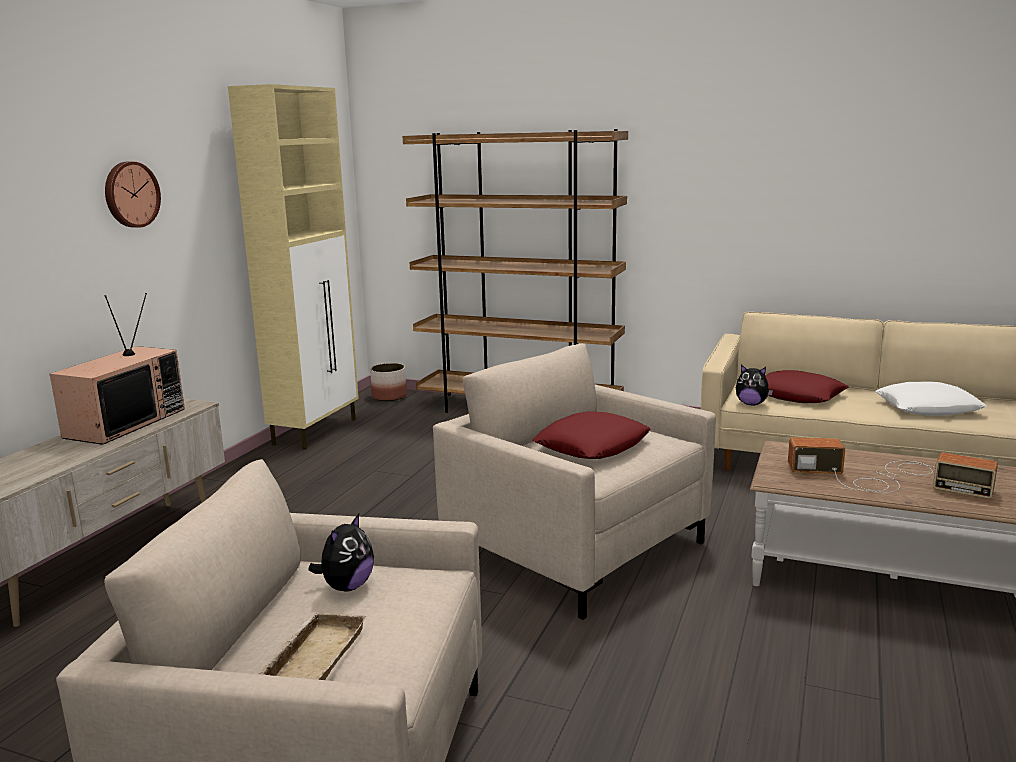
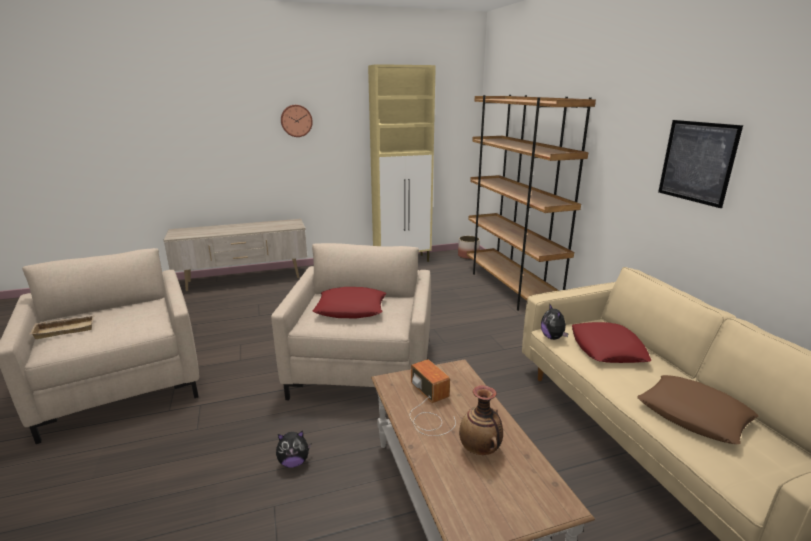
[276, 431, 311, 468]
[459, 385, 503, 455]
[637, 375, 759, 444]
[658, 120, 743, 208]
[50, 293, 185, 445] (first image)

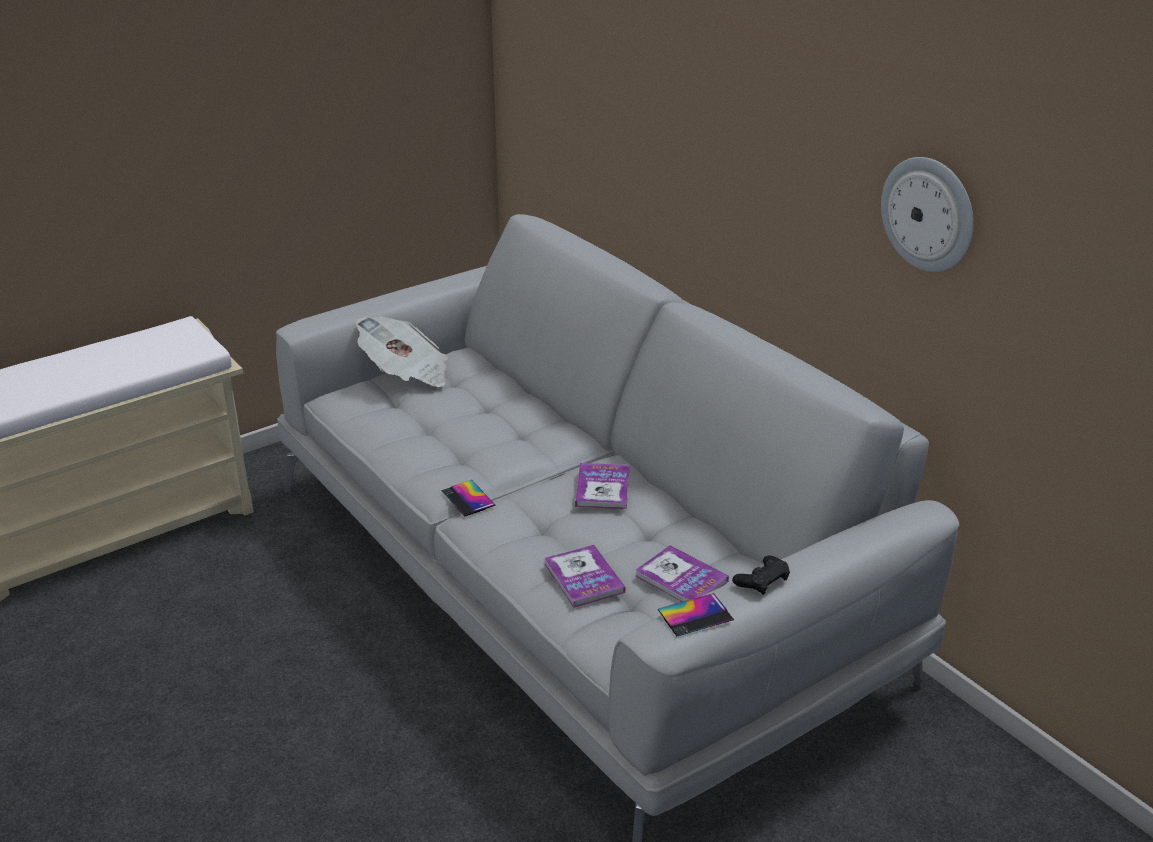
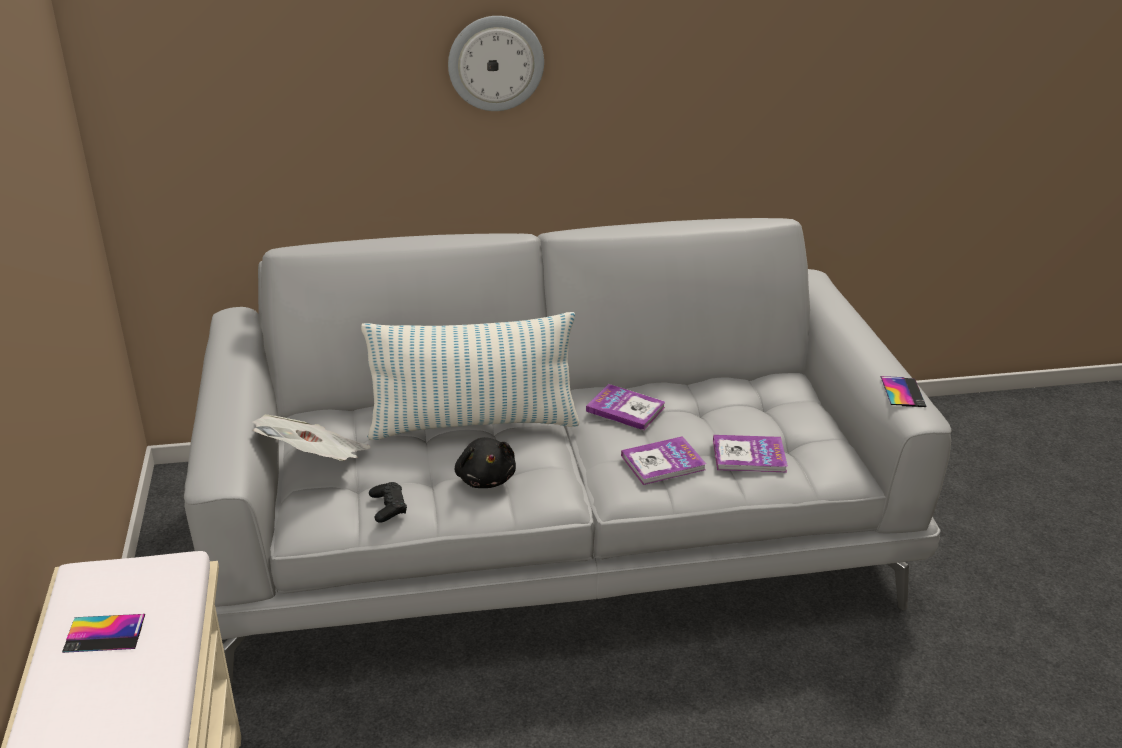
[62, 614, 145, 653]
[361, 312, 580, 440]
[369, 482, 407, 523]
[448, 16, 544, 111]
[455, 437, 516, 488]
[621, 436, 706, 485]

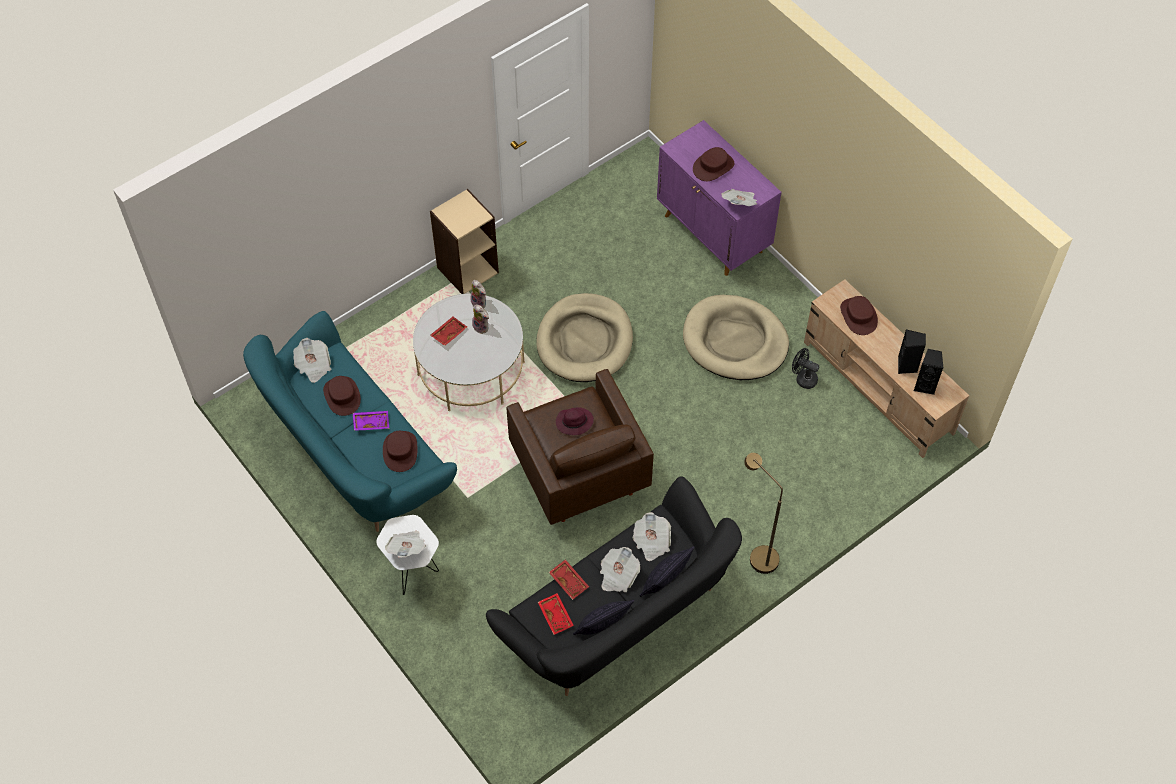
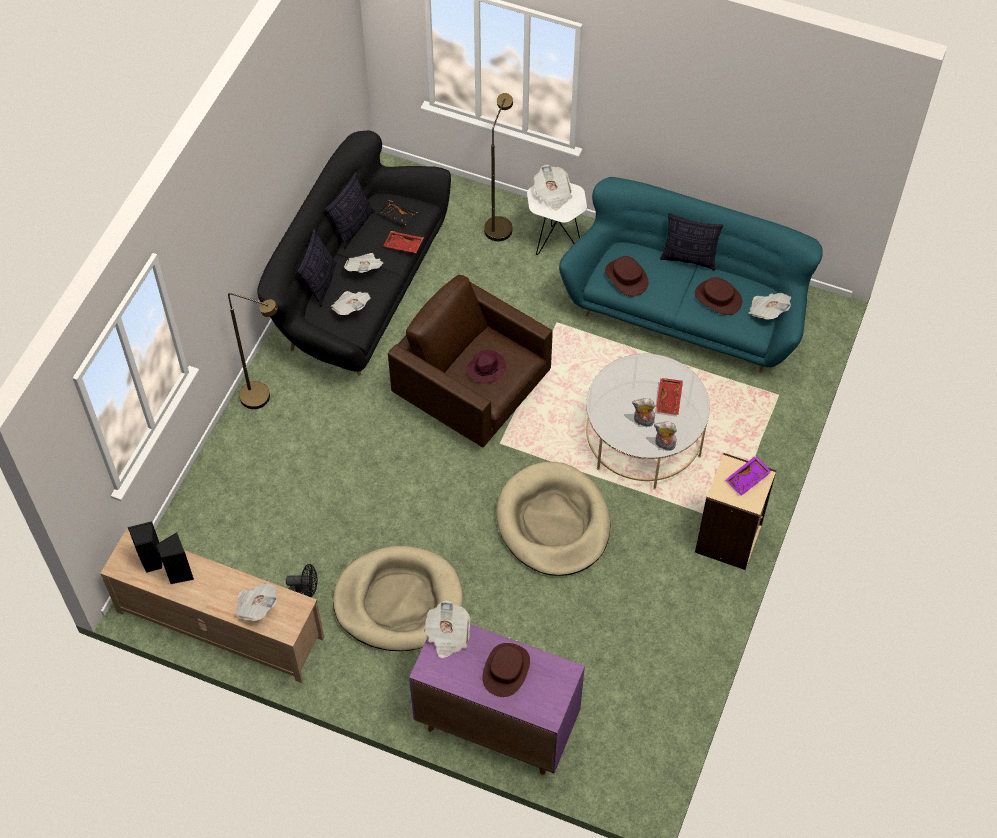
[235, 583, 277, 621]
[377, 200, 417, 226]
[484, 93, 513, 241]
[660, 213, 723, 271]
[725, 456, 772, 496]

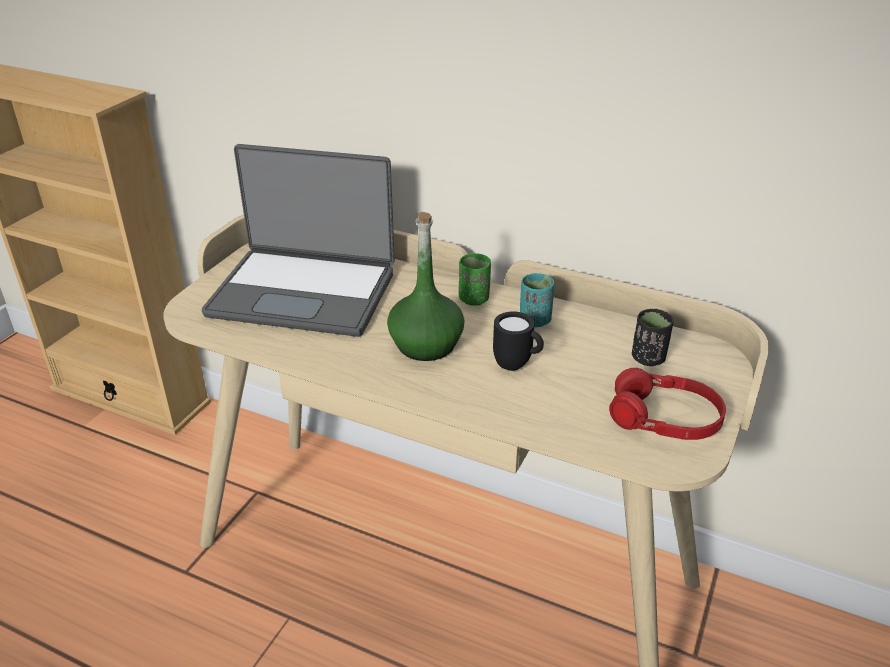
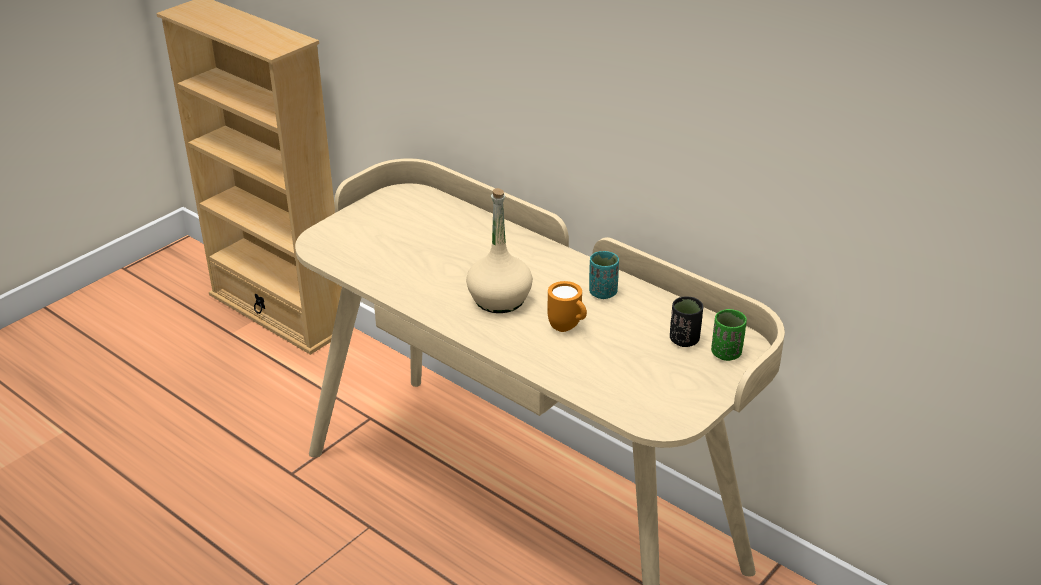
[466, 188, 533, 313]
[548, 281, 587, 332]
[711, 309, 747, 361]
[202, 144, 395, 337] (first image)
[609, 368, 726, 440] (first image)

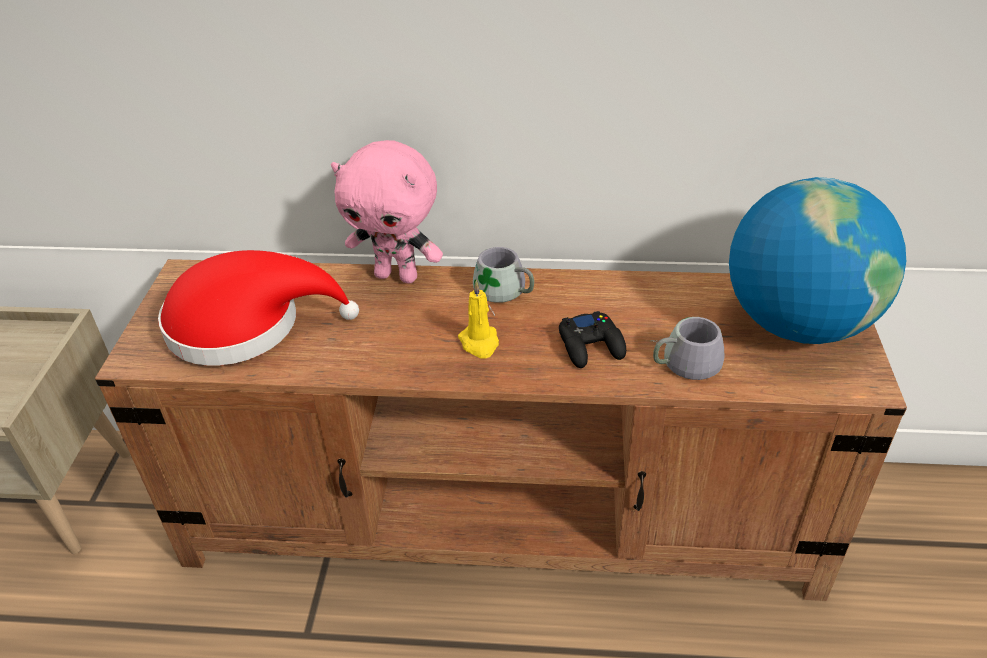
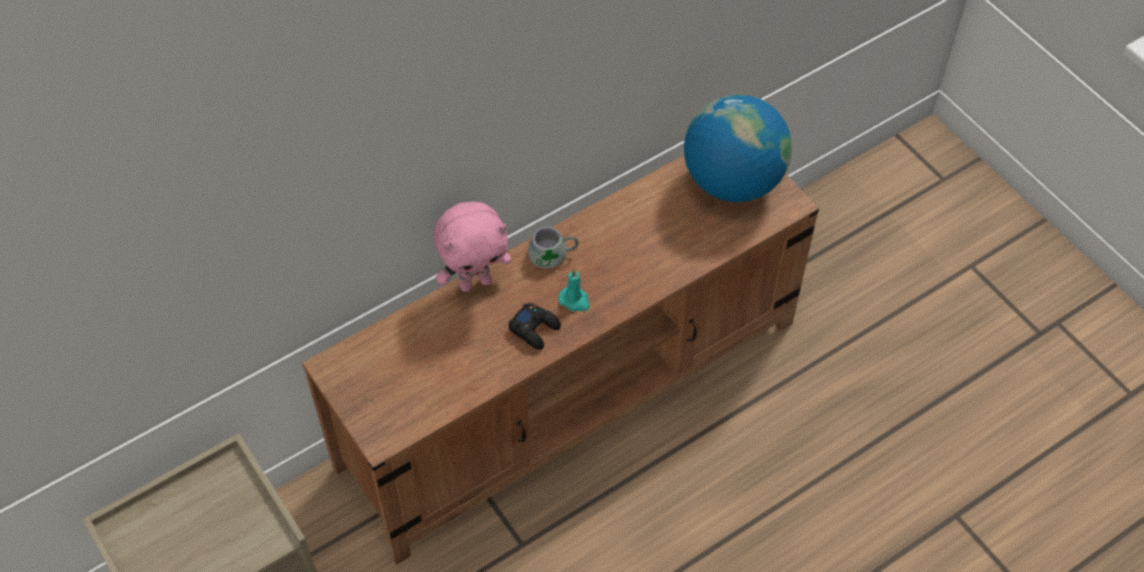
[508, 303, 561, 350]
[559, 269, 590, 311]
[158, 250, 359, 366] (first image)
[651, 317, 725, 380] (first image)

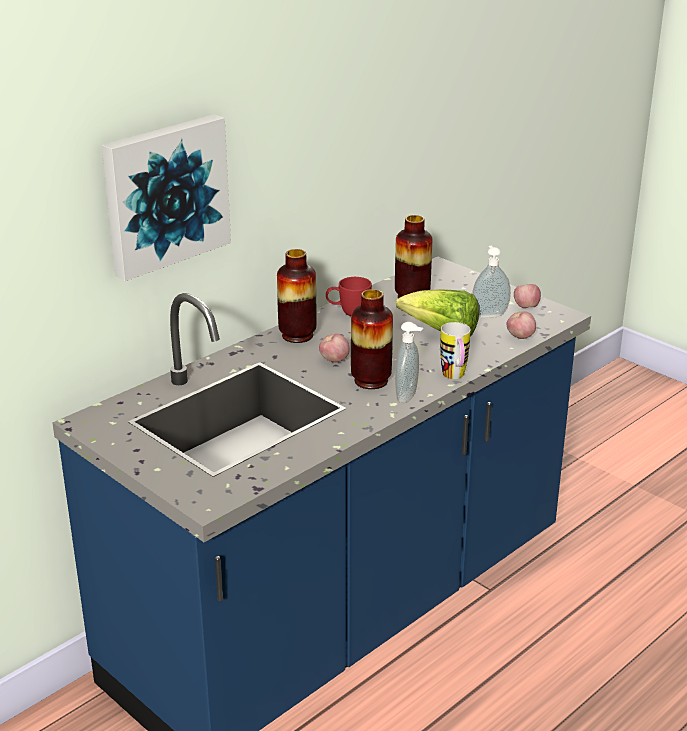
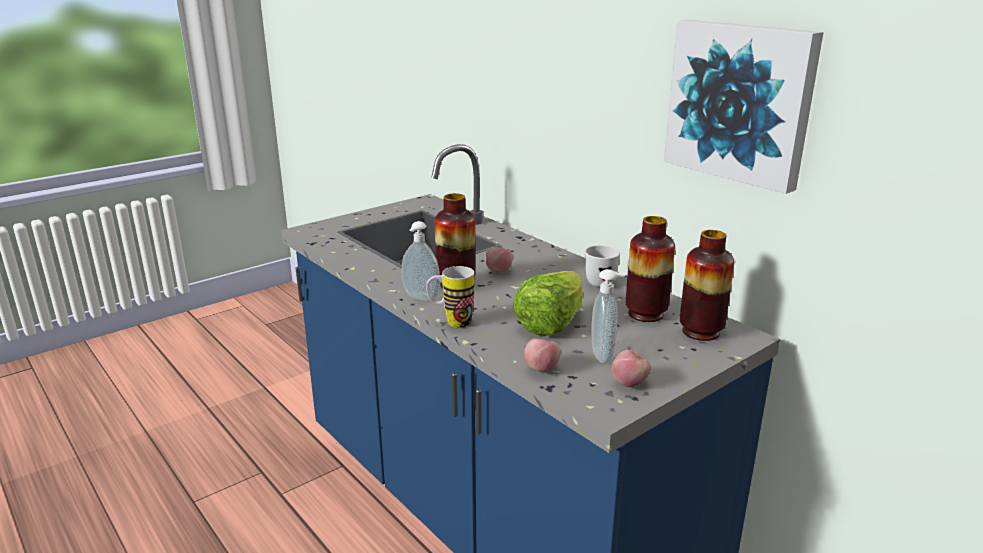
[585, 245, 620, 287]
[664, 20, 824, 194]
[680, 230, 734, 341]

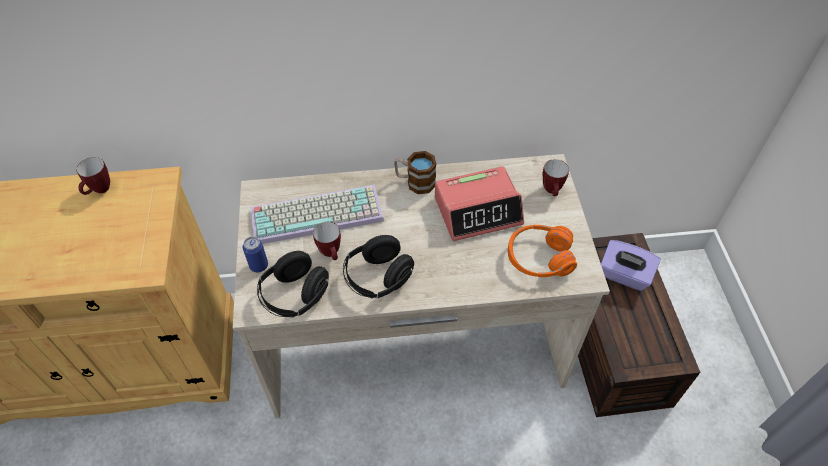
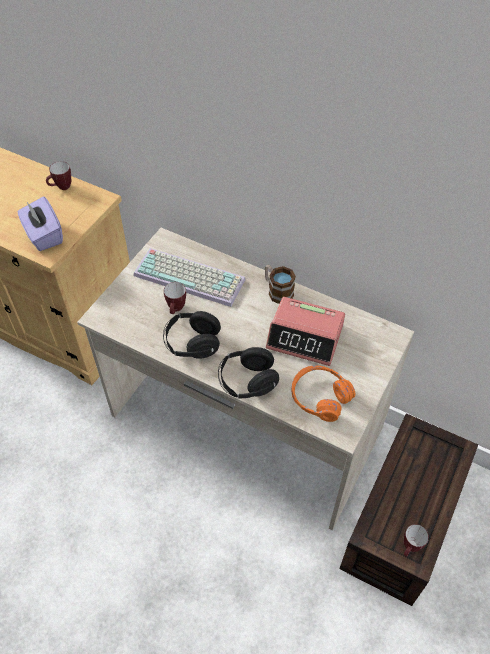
[18, 197, 63, 251]
[218, 347, 279, 398]
[404, 524, 429, 557]
[243, 236, 268, 272] (first image)

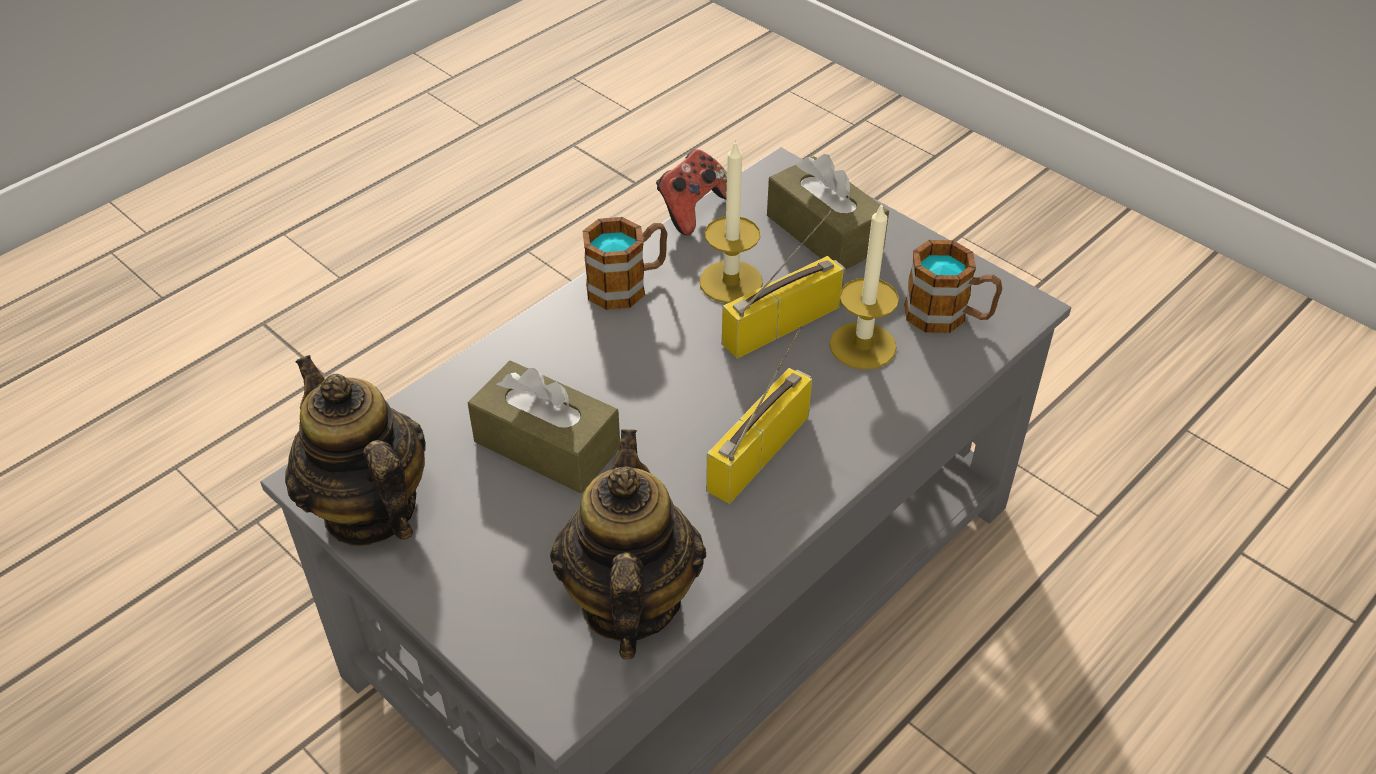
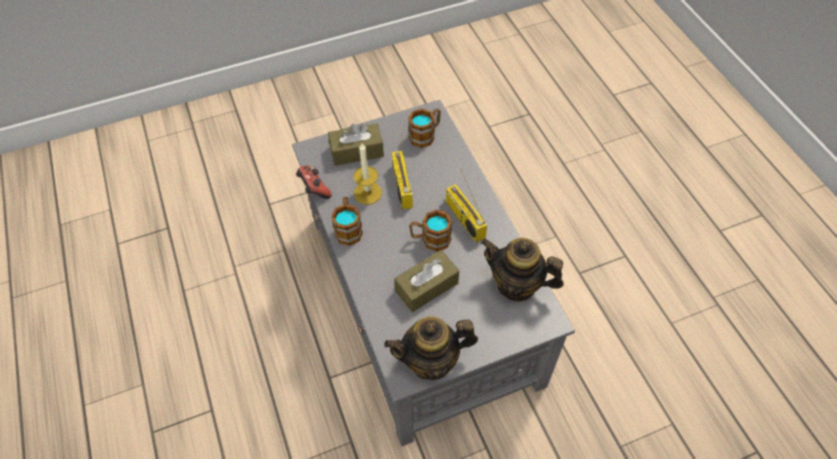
[409, 209, 452, 252]
[829, 203, 899, 370] (first image)

